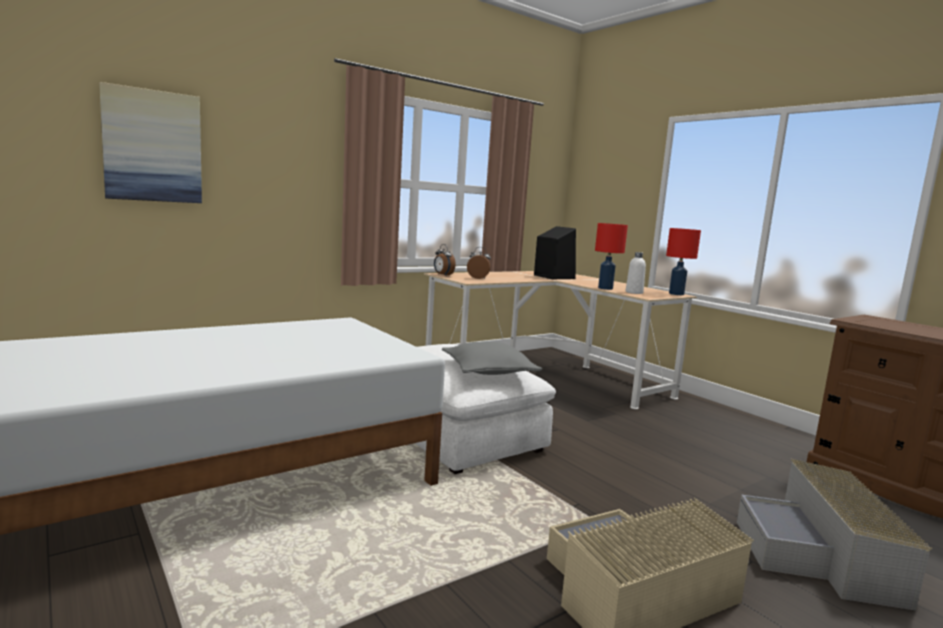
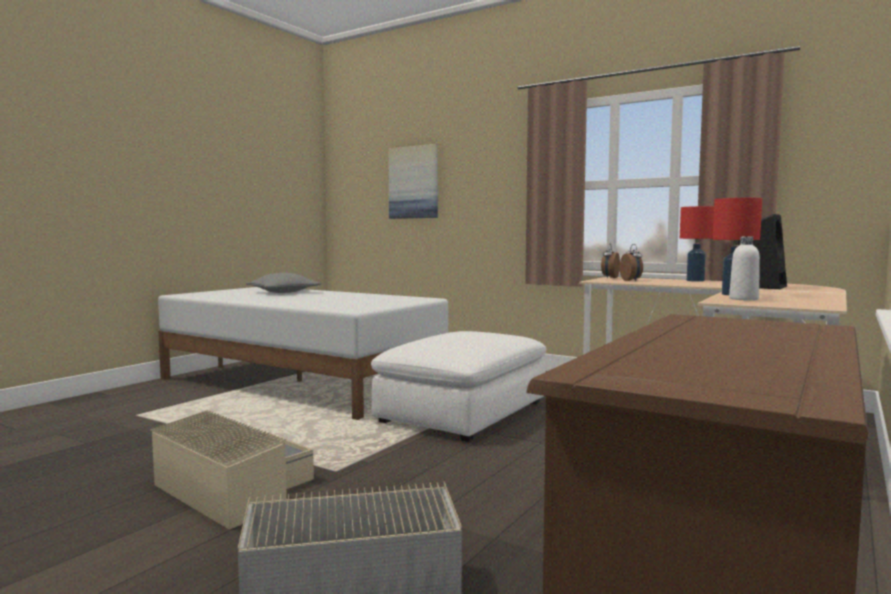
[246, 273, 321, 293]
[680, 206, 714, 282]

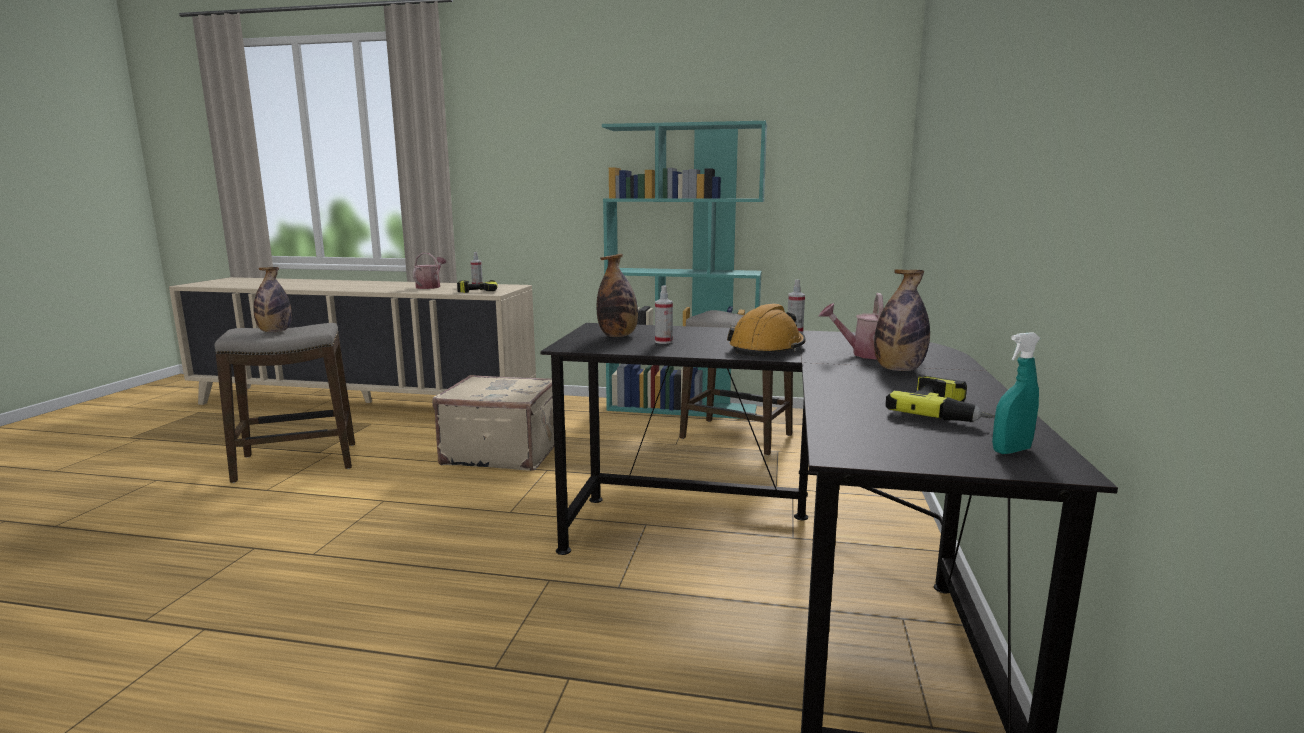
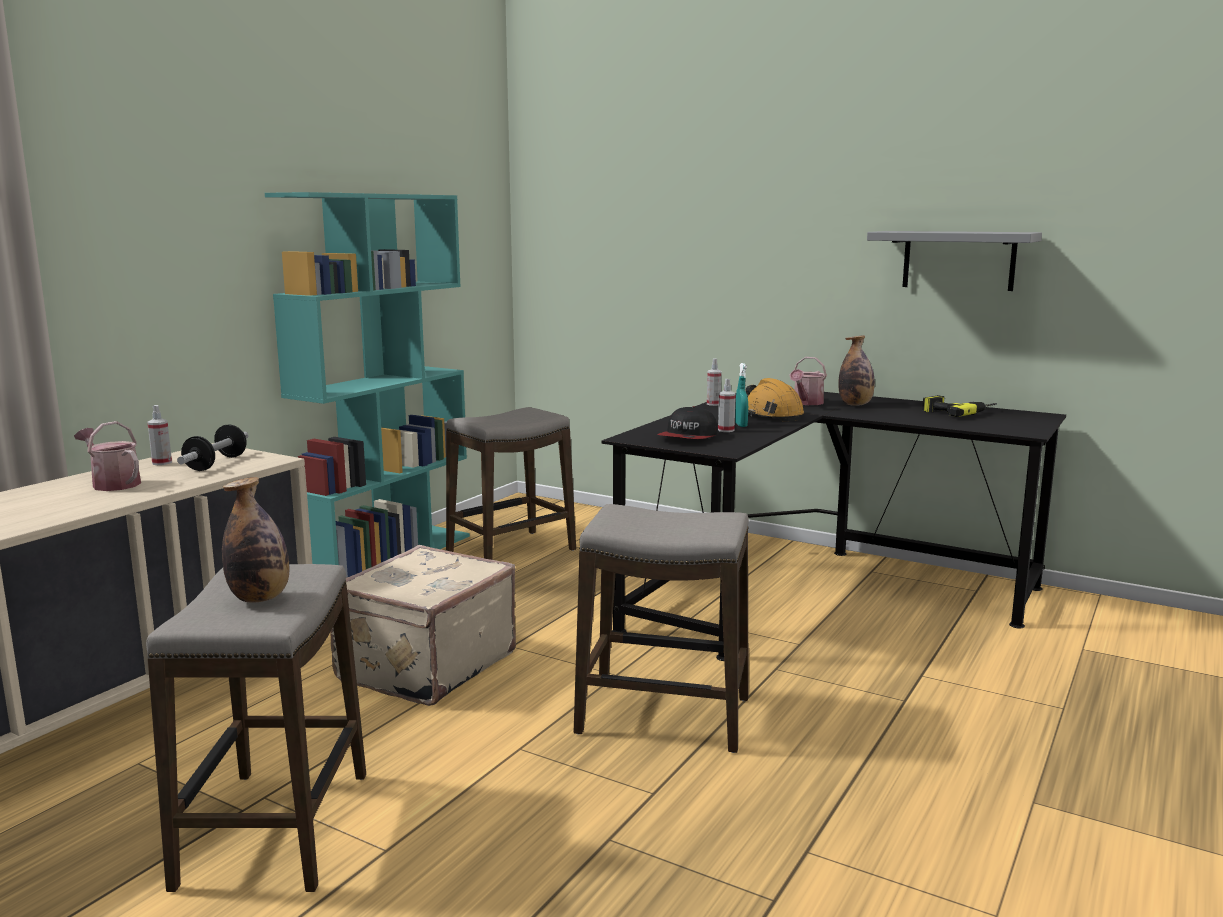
[177, 424, 249, 471]
[574, 504, 749, 753]
[657, 406, 717, 439]
[735, 363, 748, 427]
[867, 231, 1042, 291]

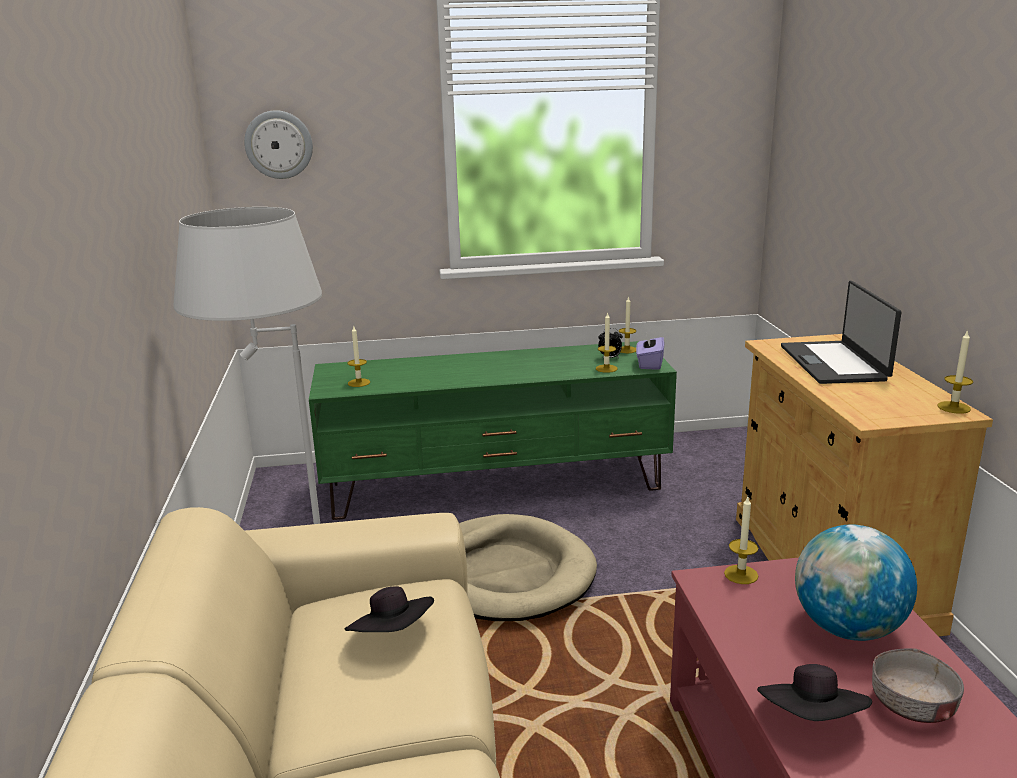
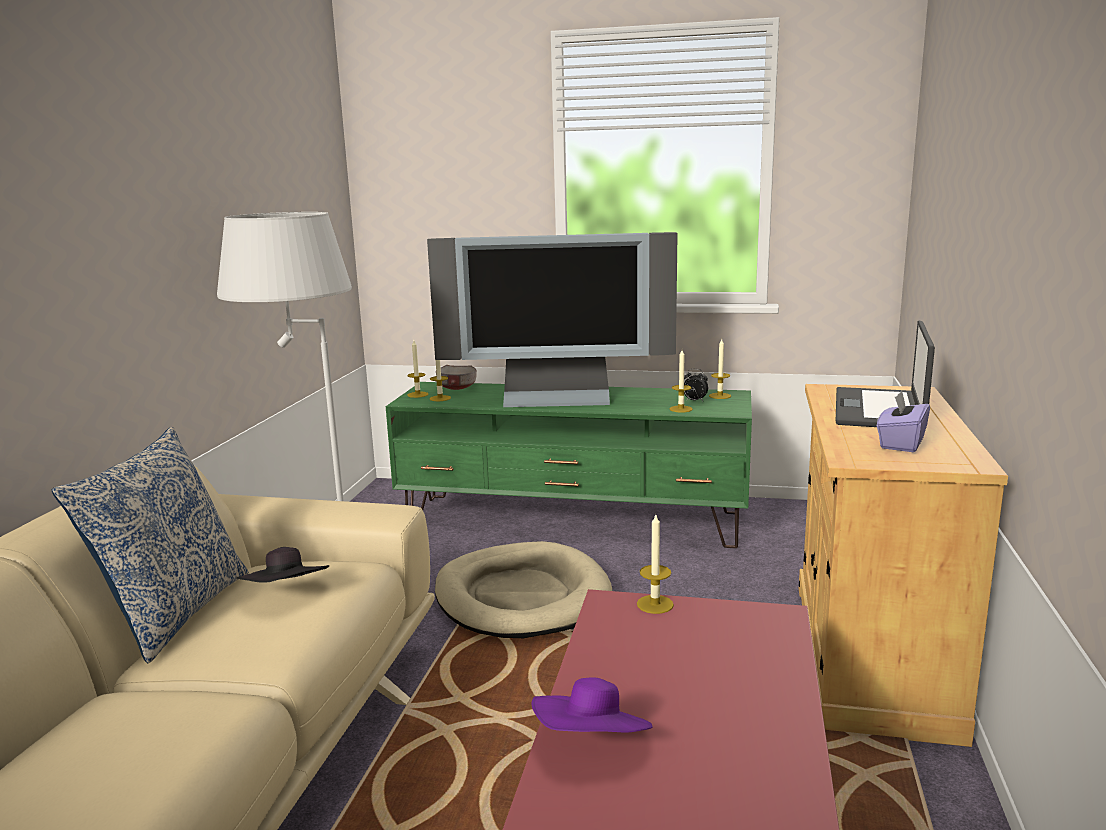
[52, 427, 249, 663]
[407, 340, 428, 398]
[427, 232, 678, 407]
[436, 365, 477, 390]
[532, 677, 653, 732]
[877, 390, 930, 452]
[244, 110, 313, 179] (first image)
[795, 524, 917, 641] (first image)

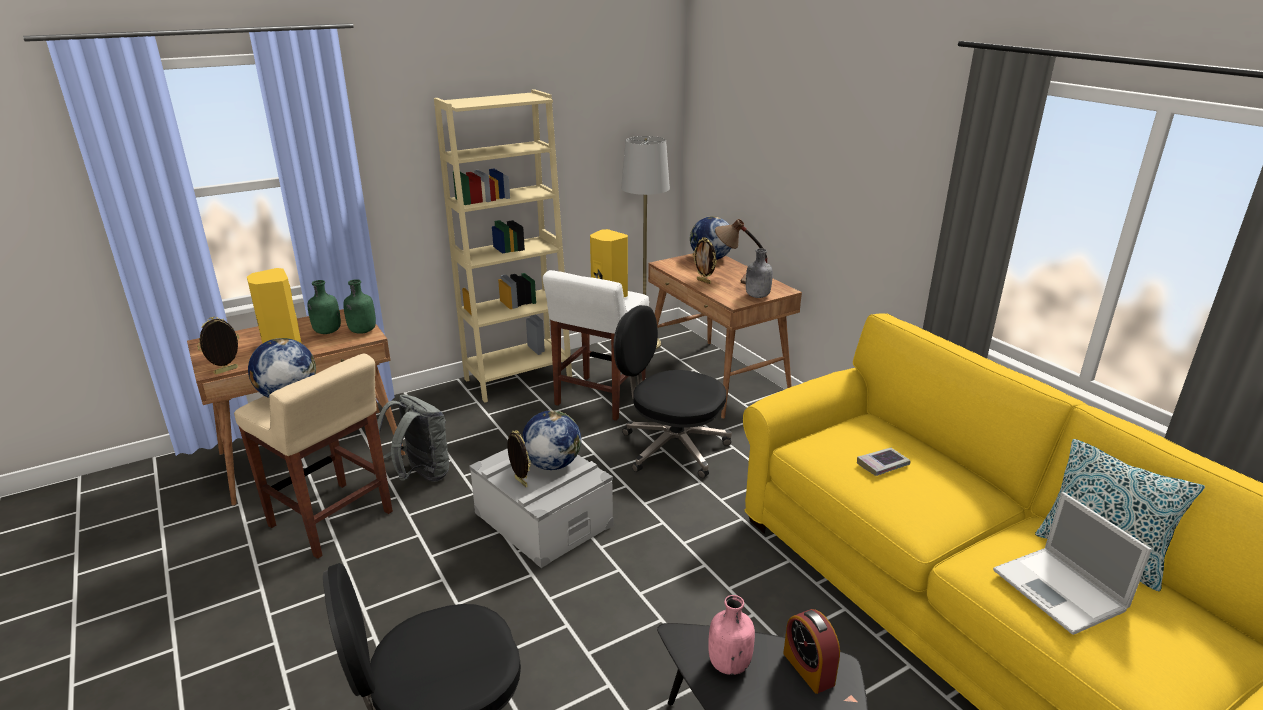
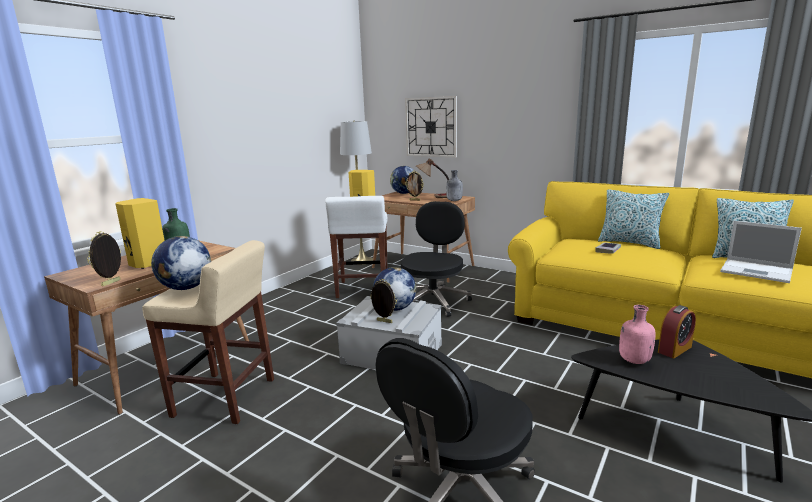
[401, 201, 472, 317]
[405, 96, 457, 157]
[598, 189, 669, 249]
[658, 305, 696, 358]
[343, 279, 376, 334] (first image)
[377, 395, 449, 482] (first image)
[434, 89, 572, 402] (first image)

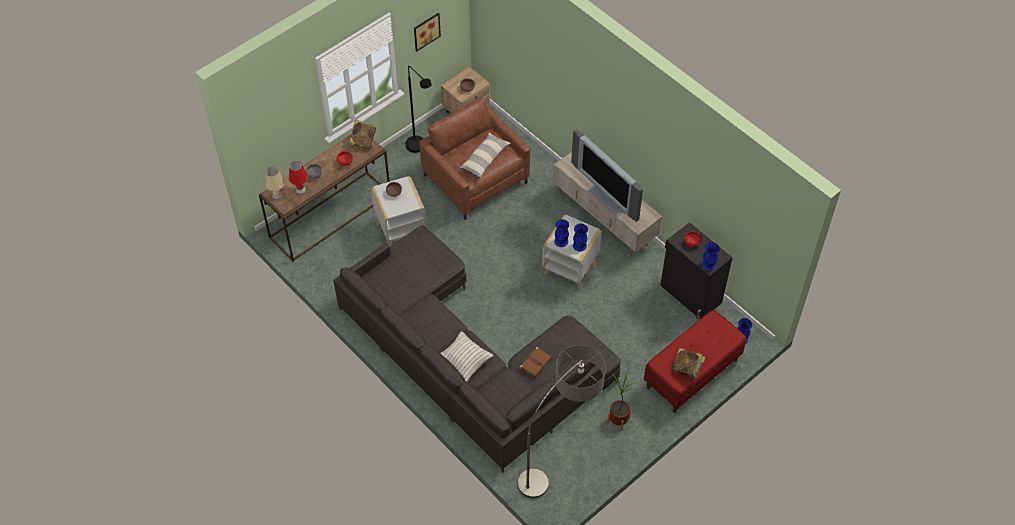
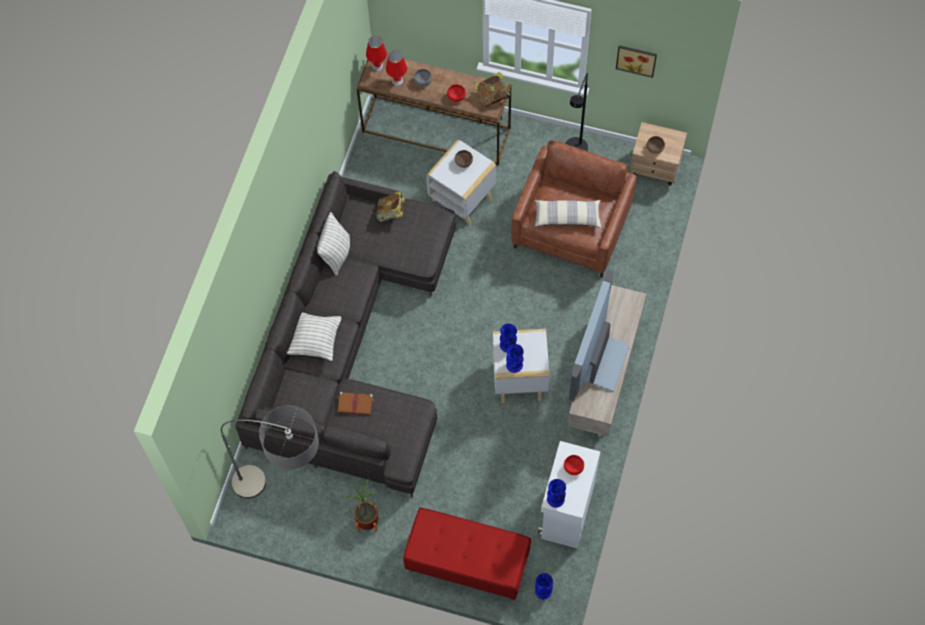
[317, 212, 350, 276]
[366, 36, 387, 71]
[376, 191, 405, 222]
[538, 441, 600, 548]

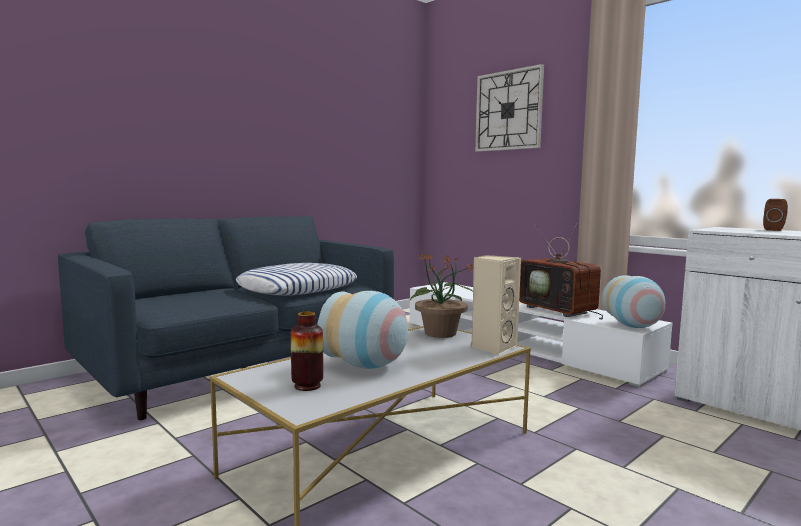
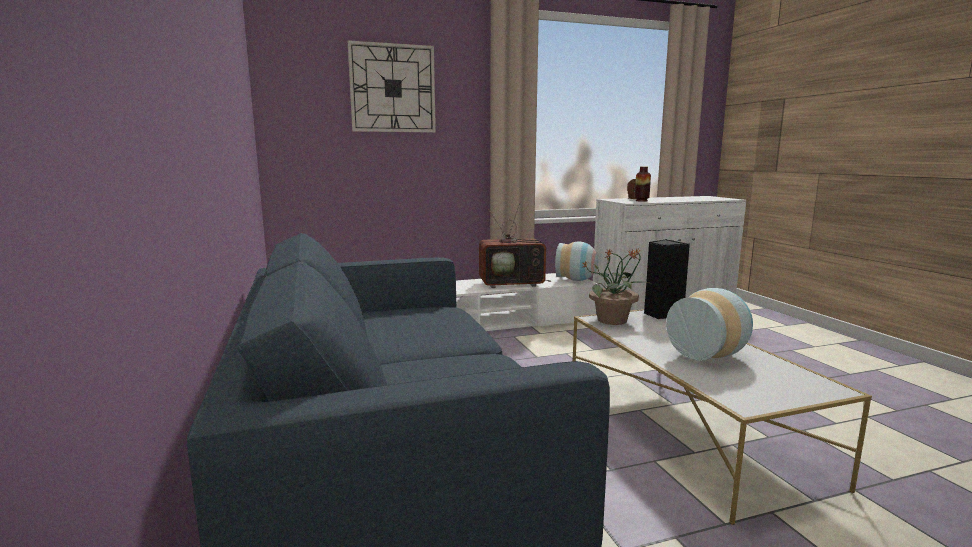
[635, 166, 651, 202]
[644, 239, 690, 319]
[236, 263, 357, 296] (first image)

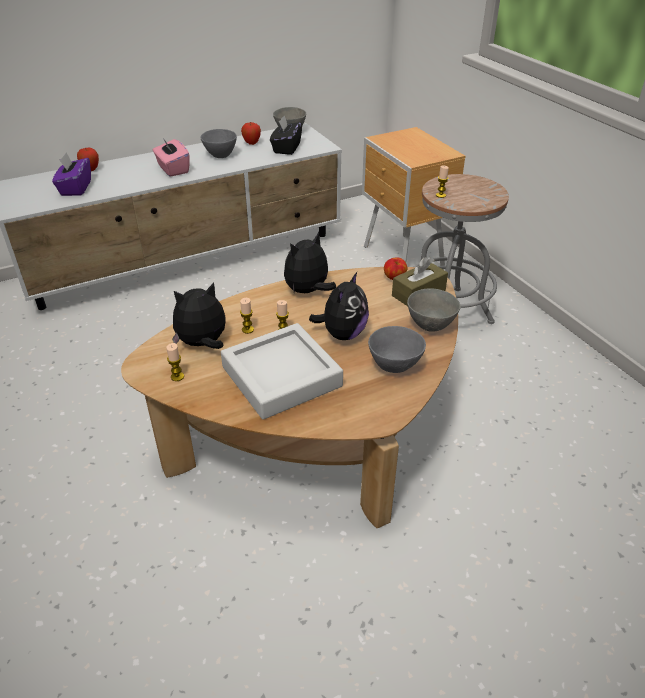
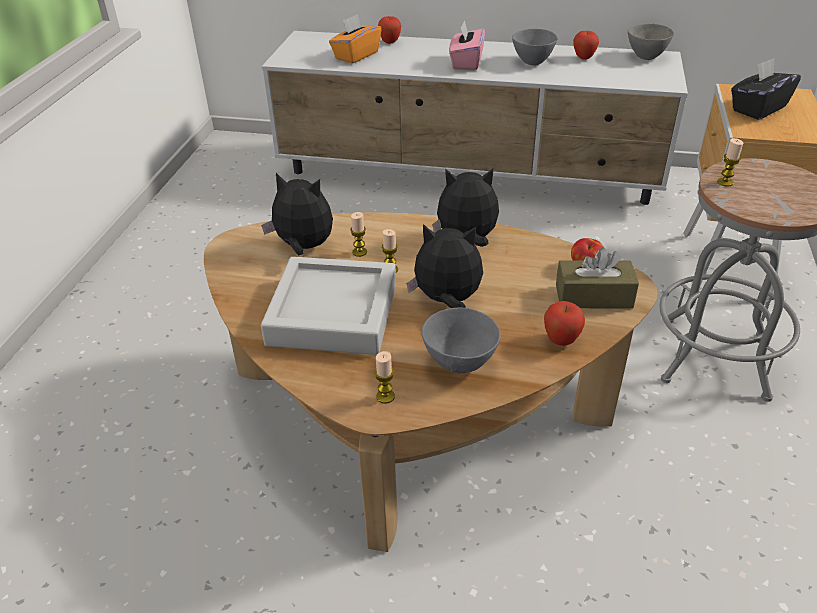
[329, 14, 382, 64]
[374, 351, 395, 404]
[407, 224, 483, 308]
[544, 301, 585, 346]
[731, 58, 801, 120]

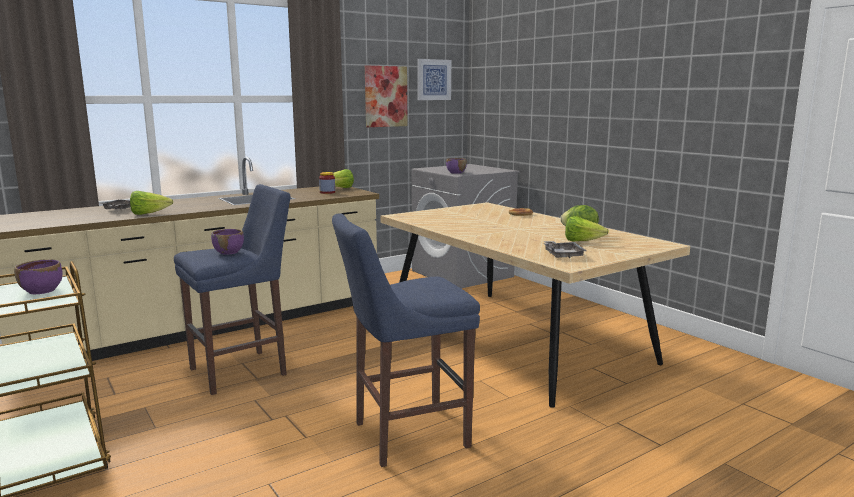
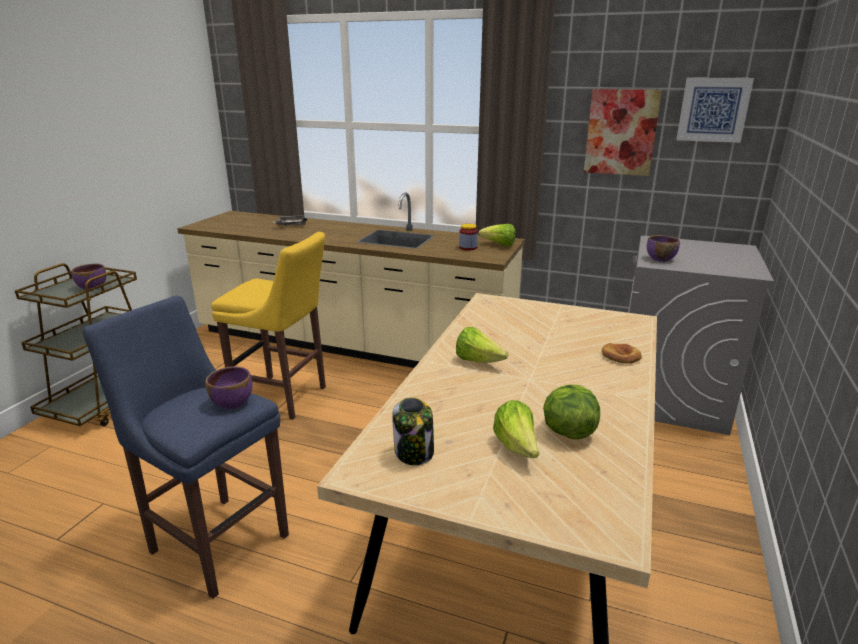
[205, 366, 253, 409]
[211, 232, 326, 420]
[392, 397, 434, 465]
[456, 327, 509, 363]

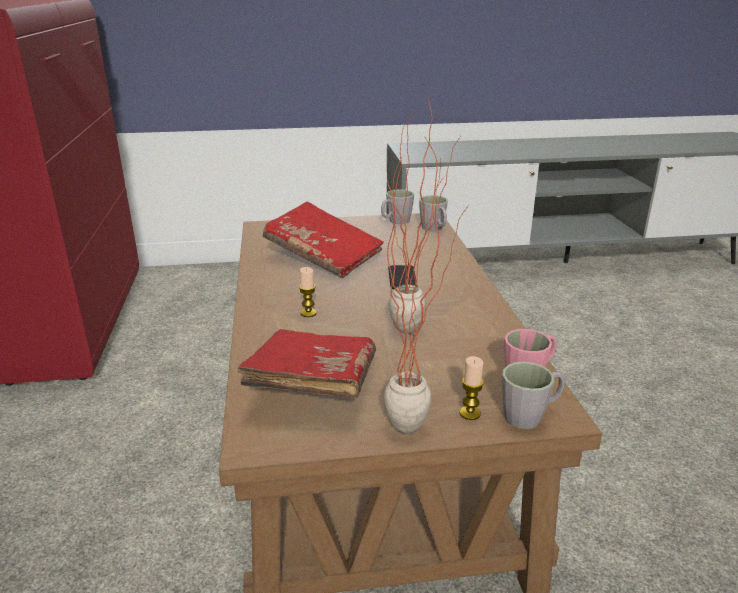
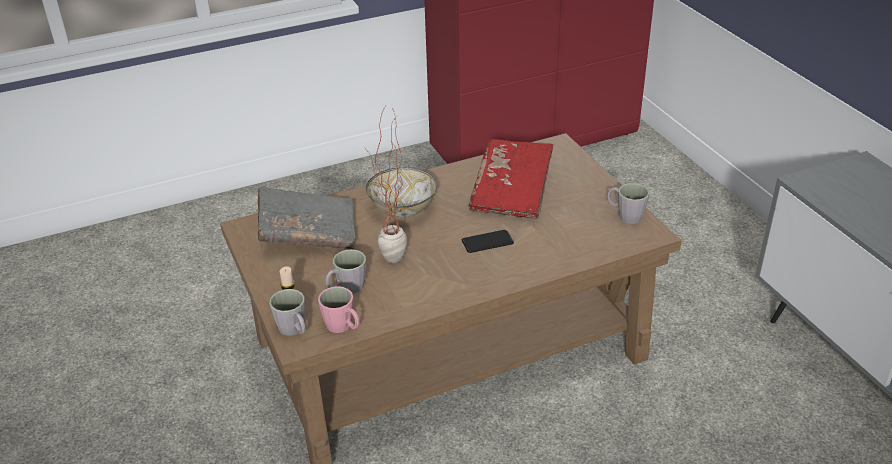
[258, 187, 356, 249]
[325, 249, 366, 294]
[366, 168, 437, 218]
[384, 136, 468, 434] (first image)

